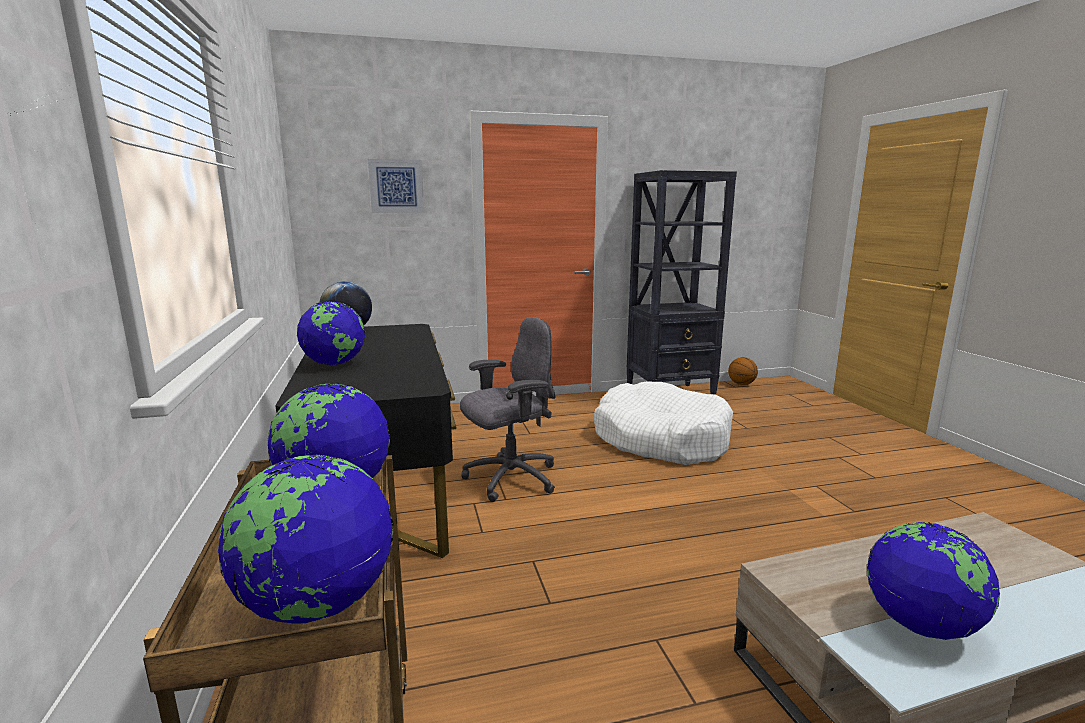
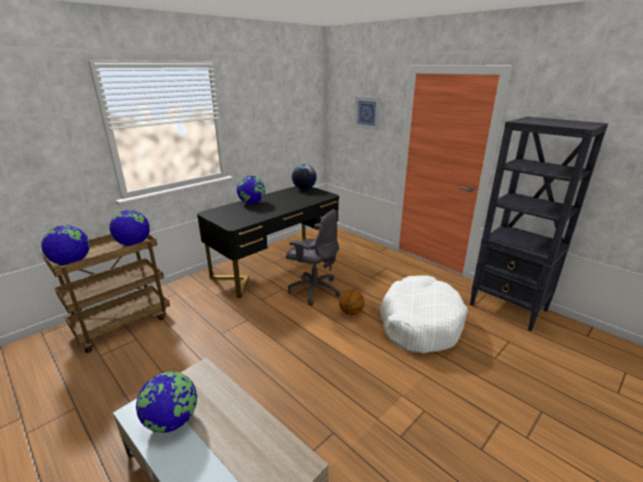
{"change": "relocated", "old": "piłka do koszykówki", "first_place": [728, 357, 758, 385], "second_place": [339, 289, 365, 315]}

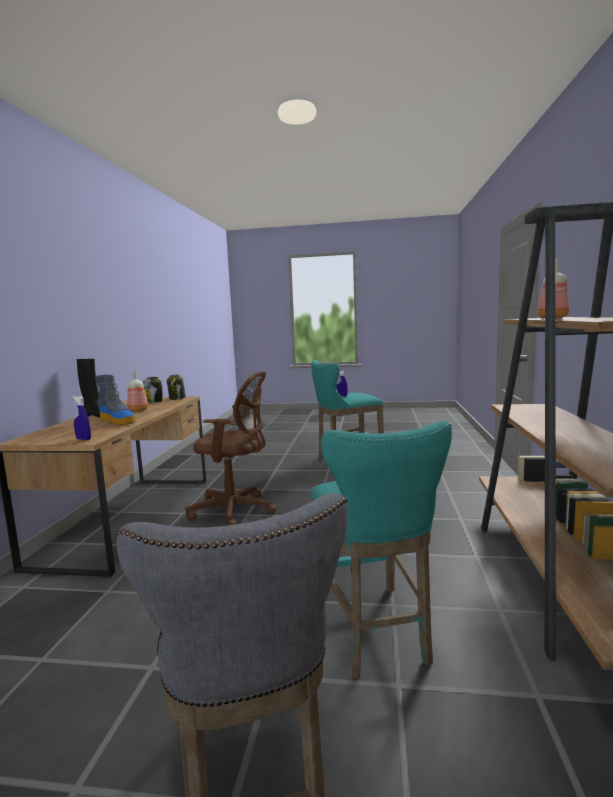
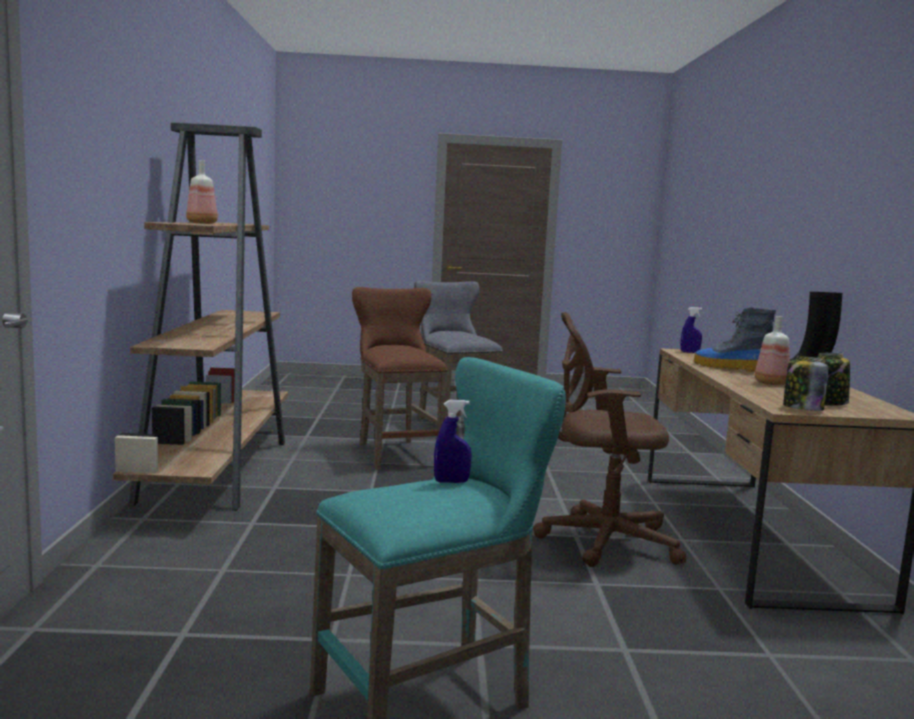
{"change": "colour", "old": "stołek/turkusowy", "new": "stołek/brązowy", "first_place": [310, 421, 452, 679], "second_place": [352, 287, 448, 470]}

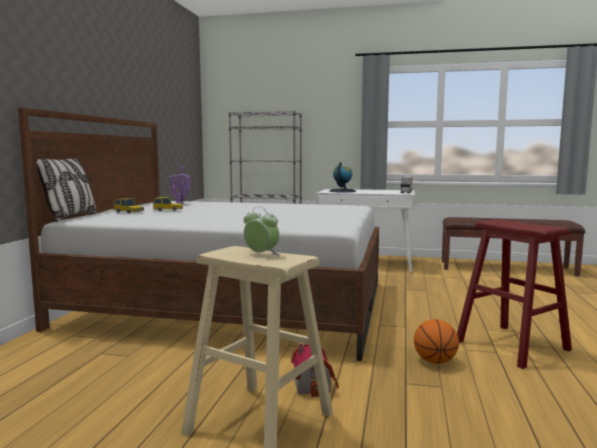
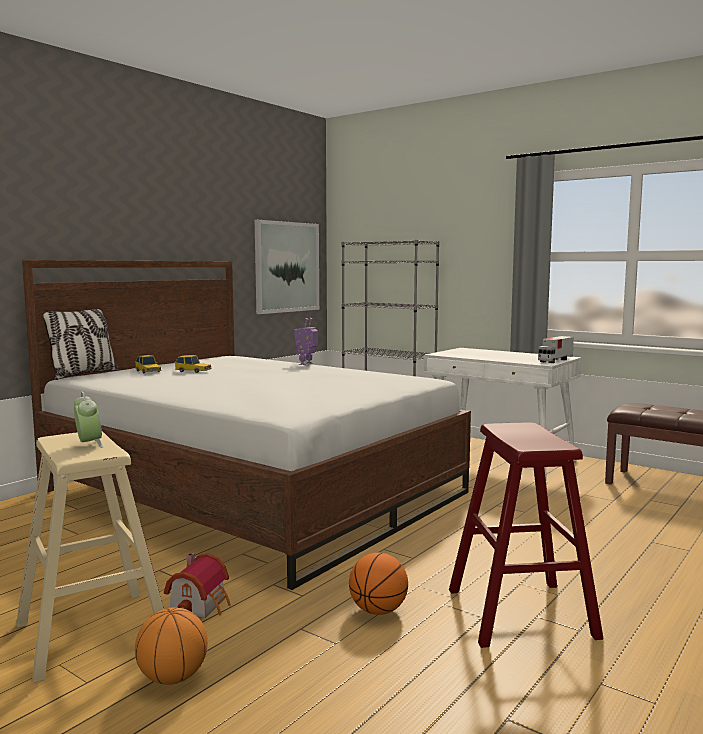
{"change": "missing", "old": "globus", "first_place": [329, 162, 356, 193]}
{"change": "relocated", "old": "robot zabawkowy", "first_place": [169, 166, 190, 205], "second_place": [294, 318, 318, 365]}
{"change": "appeared", "new": "obraz", "second_place": [255, 220, 319, 314]}
{"change": "appeared", "new": "piłka do koszykówki", "second_place": [135, 607, 208, 685]}

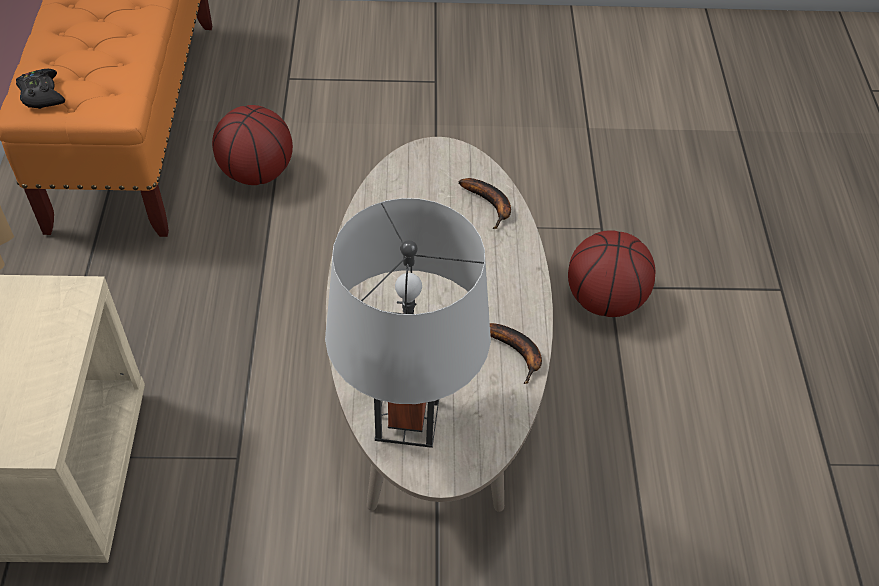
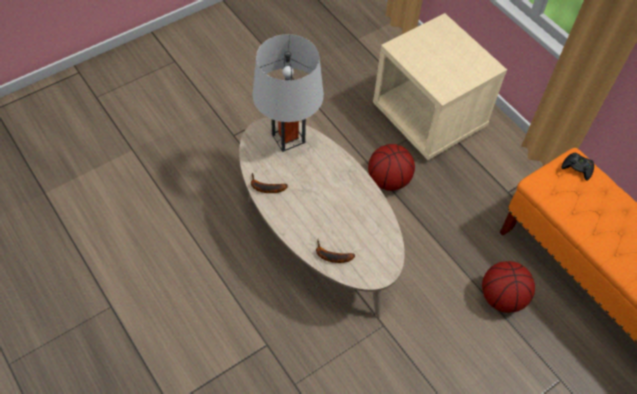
{"change": "relocated", "old": "piłka do koszykówki", "first_place": [568, 230, 655, 317], "second_place": [368, 144, 415, 191]}

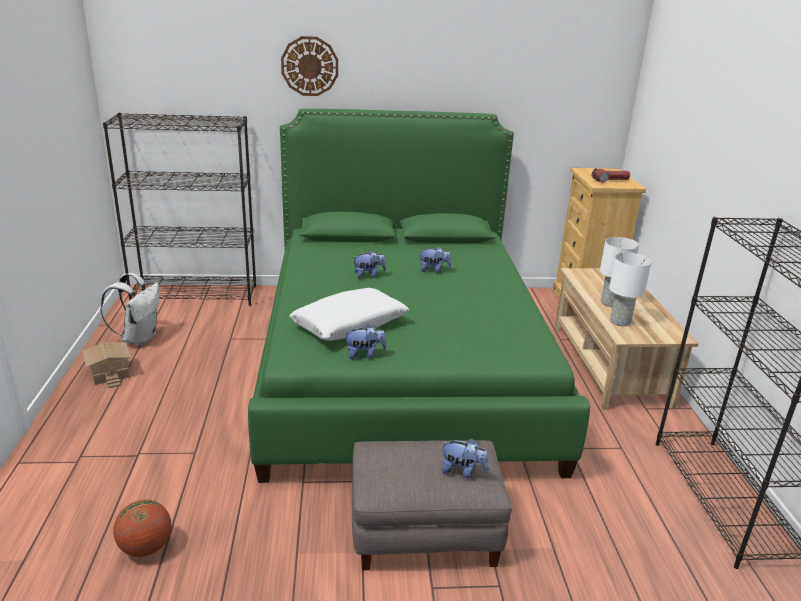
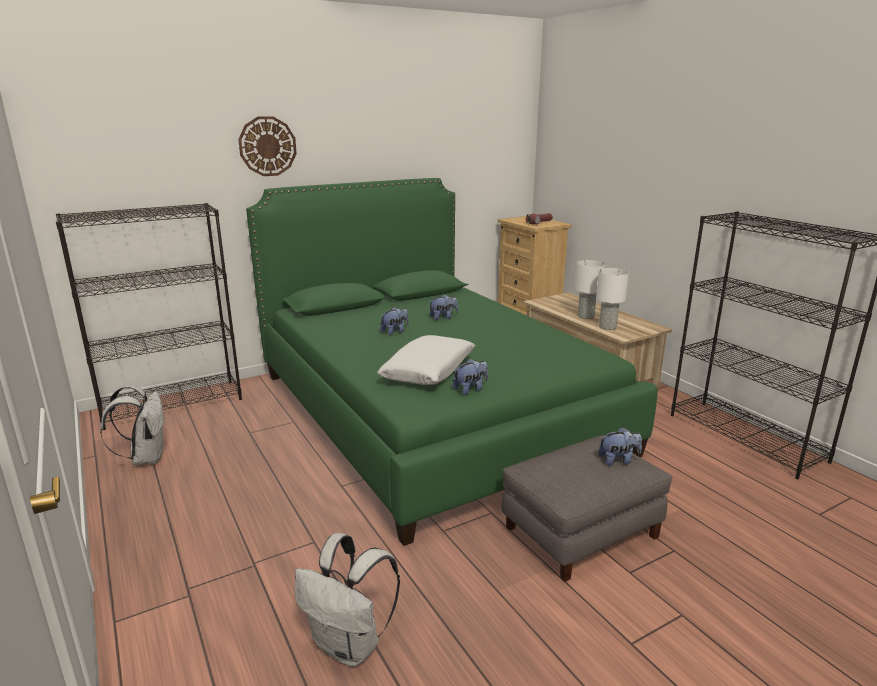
{"change": "missing", "old": "domek", "first_place": [82, 342, 131, 388]}
{"change": "exchanged", "old": "piłka do koszykówki", "new": "plecak/biały", "first_place": [113, 499, 171, 557], "second_place": [295, 533, 400, 667]}

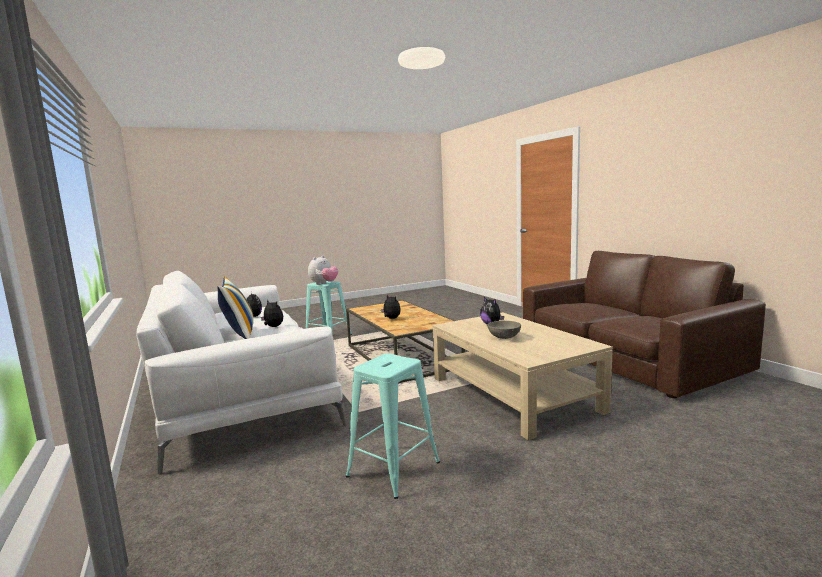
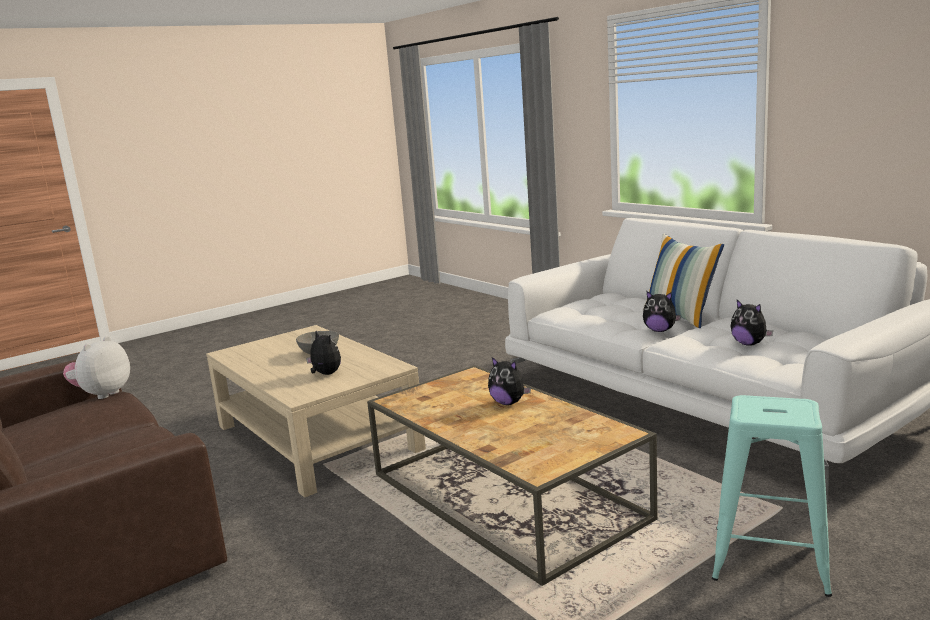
{"change": "relocated", "old": "pluszak", "first_place": [308, 256, 338, 285], "second_place": [63, 336, 130, 399]}
{"change": "missing", "old": "stołek/turkusowy", "first_place": [346, 353, 440, 499]}

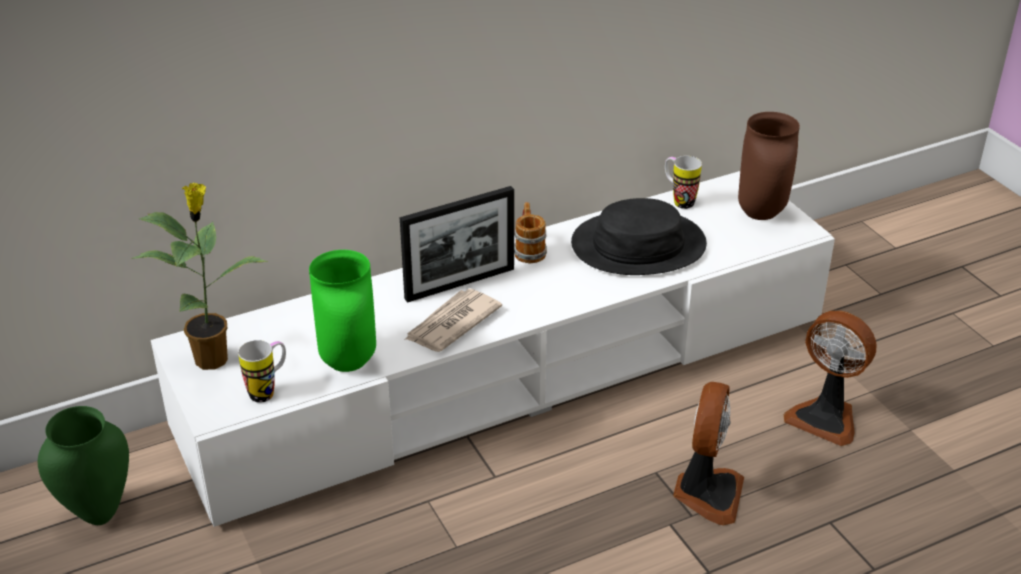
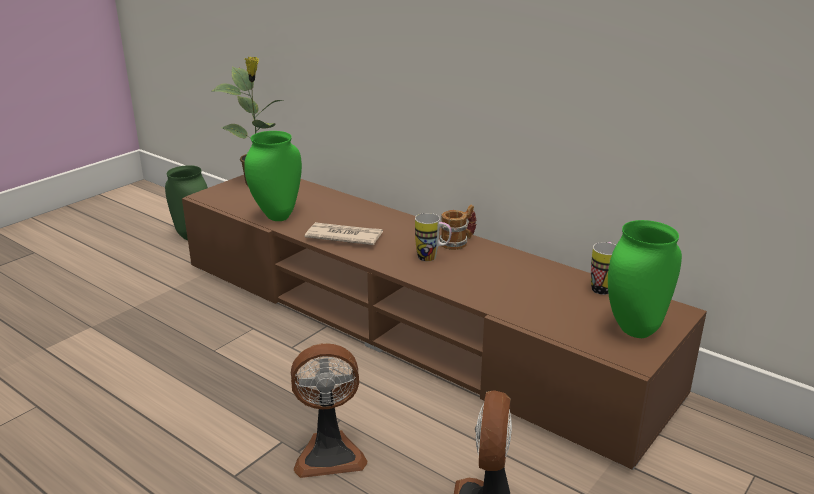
{"change": "colour", "old": "wazon/brązowy", "new": "wazon/zielony", "first_place": [738, 112, 800, 220], "second_place": [608, 220, 682, 338]}
{"change": "colour", "old": "szafka pod telewizor/biały", "new": "szafka pod telewizor/brązowy", "first_place": [151, 171, 835, 527], "second_place": [182, 175, 707, 470]}
{"change": "missing", "old": "ramka na zdjęcie", "first_place": [400, 186, 514, 303]}
{"change": "missing", "old": "kapelusz/czarny", "first_place": [571, 198, 707, 275]}
{"change": "relocated", "old": "kubek", "first_place": [238, 340, 286, 403], "second_place": [415, 213, 452, 261]}

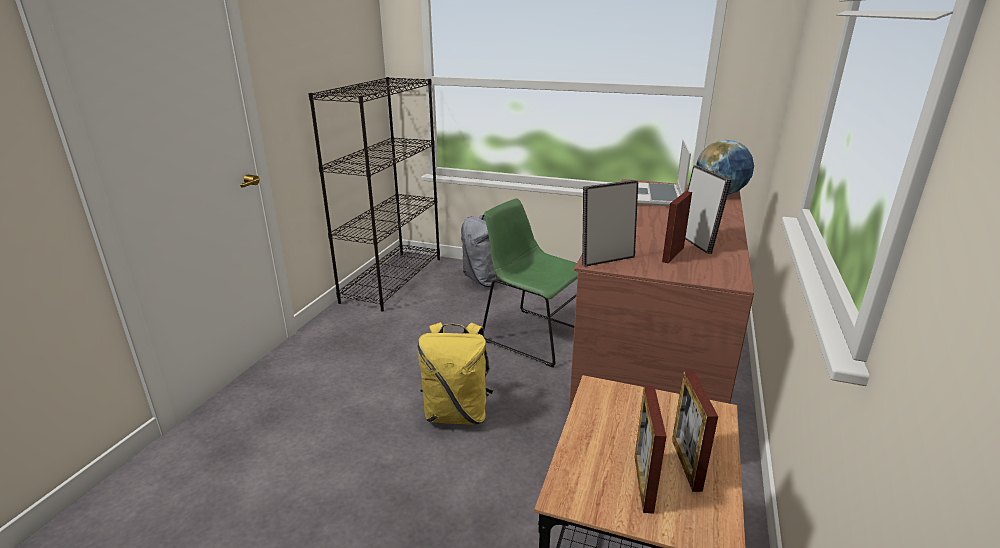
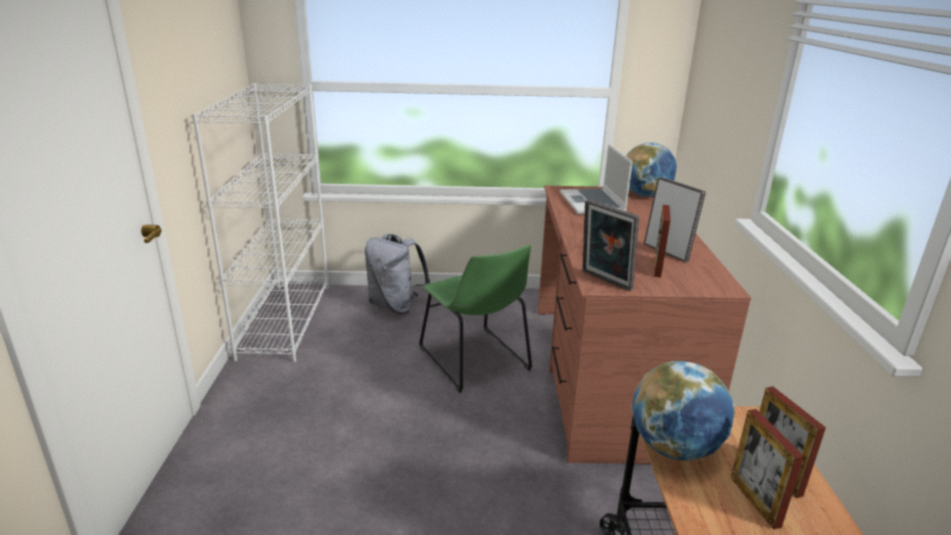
{"change": "colour", "old": "regał/czarny", "new": "regał/biały", "first_place": [308, 77, 440, 312], "second_place": [192, 83, 329, 362]}
{"change": "spun", "old": "ramka na zdjęcie", "first_place": [582, 180, 638, 266], "second_place": [582, 200, 639, 291], "degrees": -90}
{"change": "spun", "old": "krzesło/zielony", "first_place": [483, 198, 578, 368], "second_place": [419, 244, 532, 393], "degrees": -135}
{"change": "missing", "old": "plecak/żółty", "first_place": [417, 322, 493, 425]}
{"change": "appeared", "new": "globus", "second_place": [632, 361, 735, 461]}

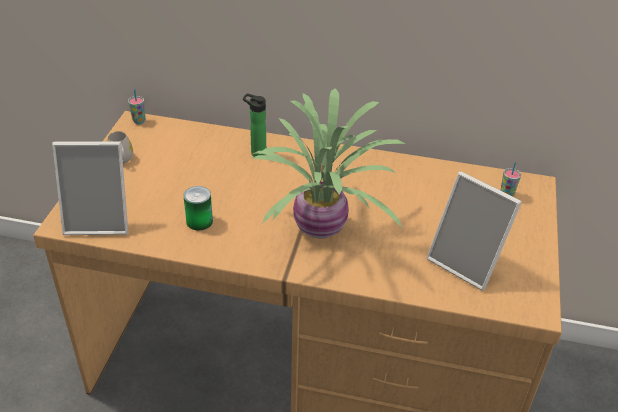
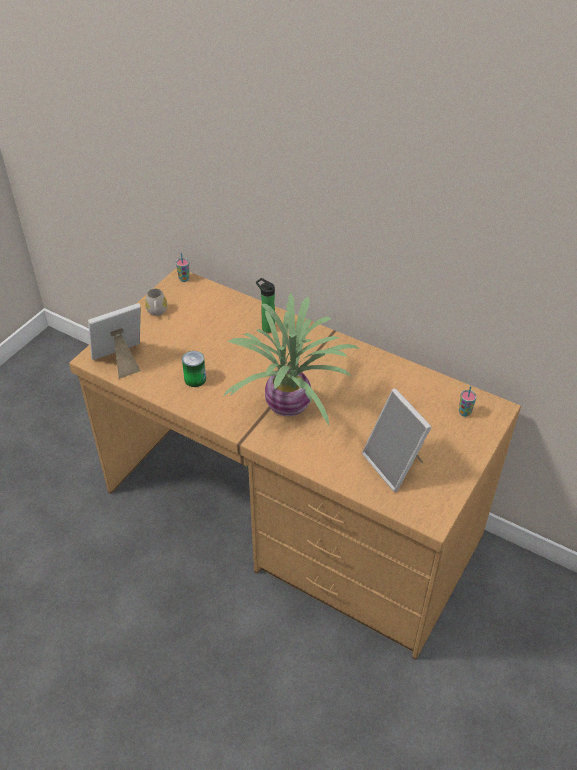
{"change": "spun", "old": "ramka na zdjęcie", "first_place": [52, 141, 128, 235], "second_place": [88, 303, 141, 379], "degrees": 135}

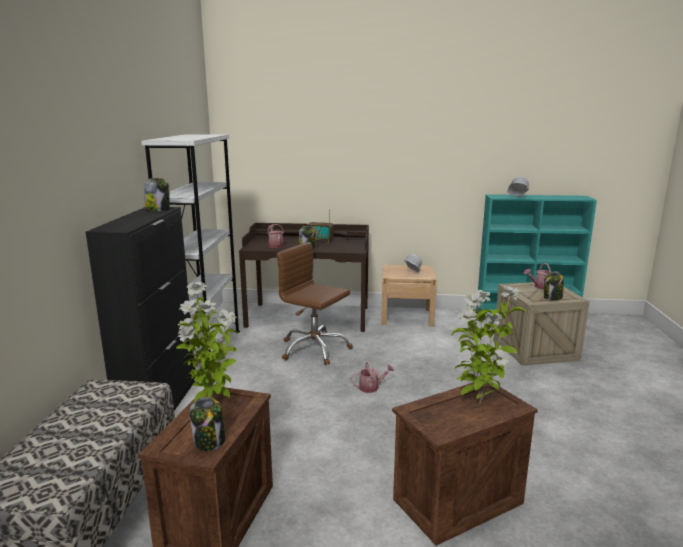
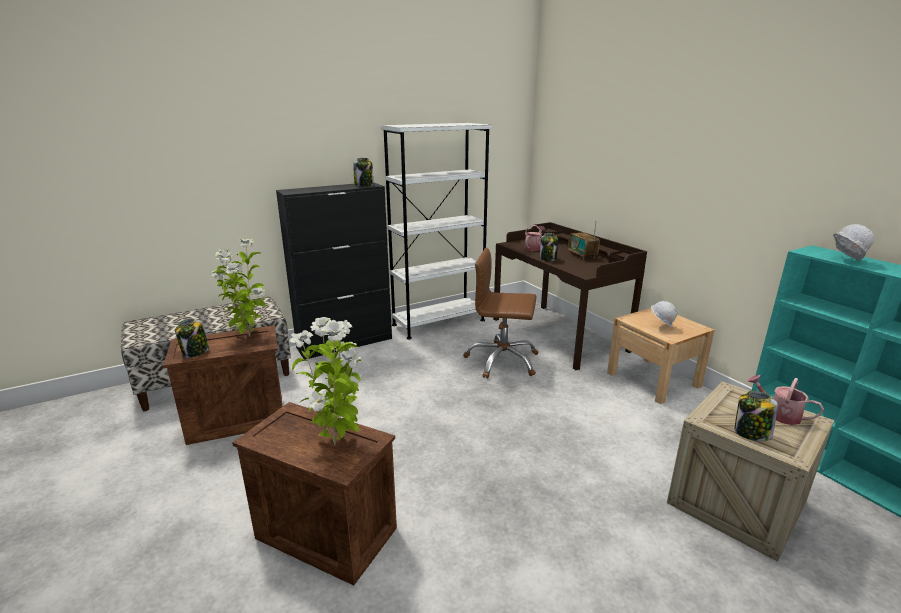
{"change": "spun", "old": "krzesło biurowe/brązowy", "first_place": [277, 242, 353, 365], "second_place": [463, 248, 539, 378], "degrees": -75}
{"change": "missing", "old": "konewka", "first_place": [350, 361, 394, 393]}

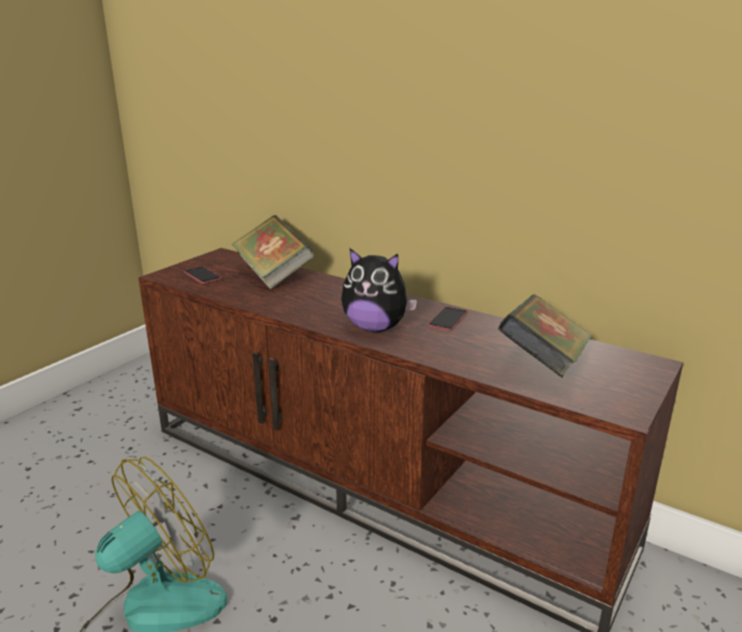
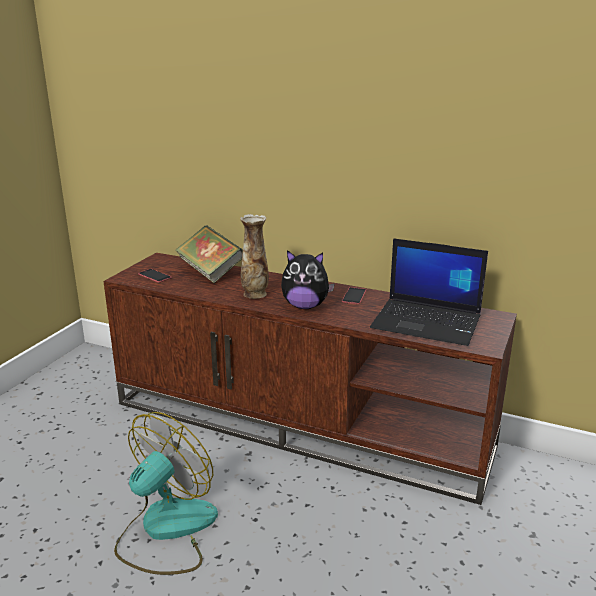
{"change": "exchanged", "old": "książka", "new": "laptop", "first_place": [498, 295, 592, 378], "second_place": [370, 238, 488, 346]}
{"change": "appeared", "new": "wazon", "second_place": [240, 214, 269, 299]}

